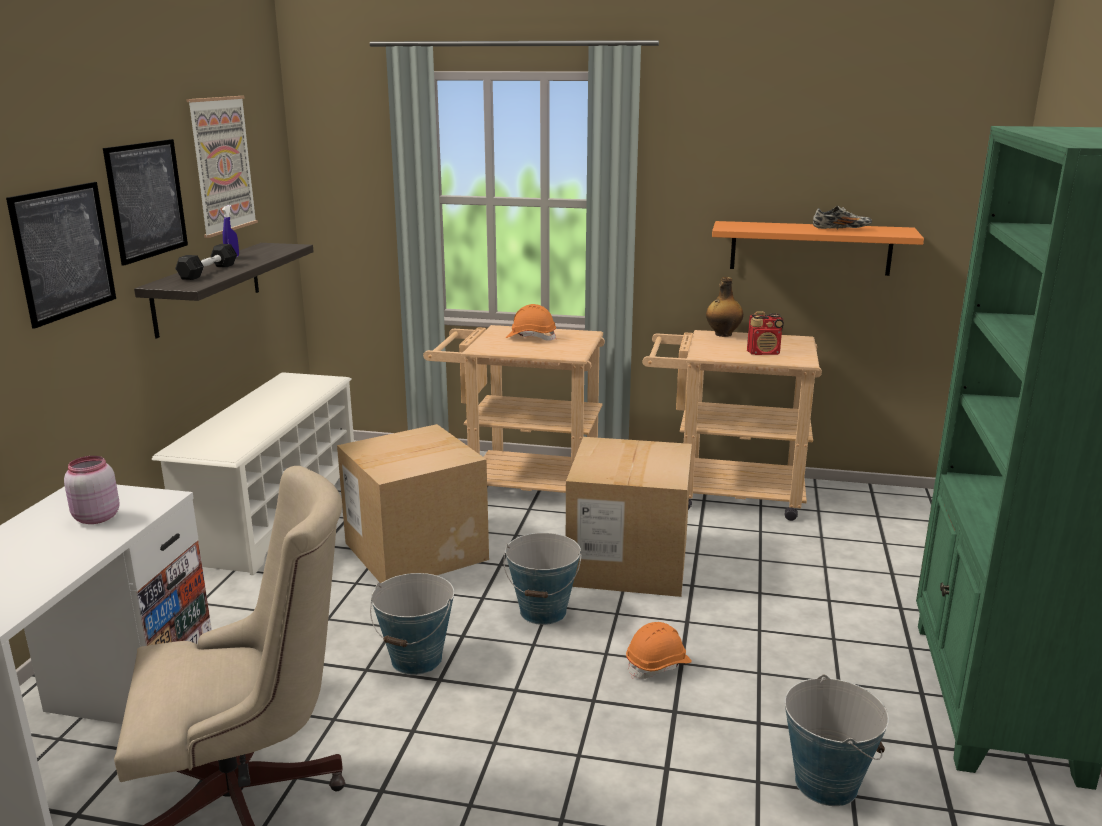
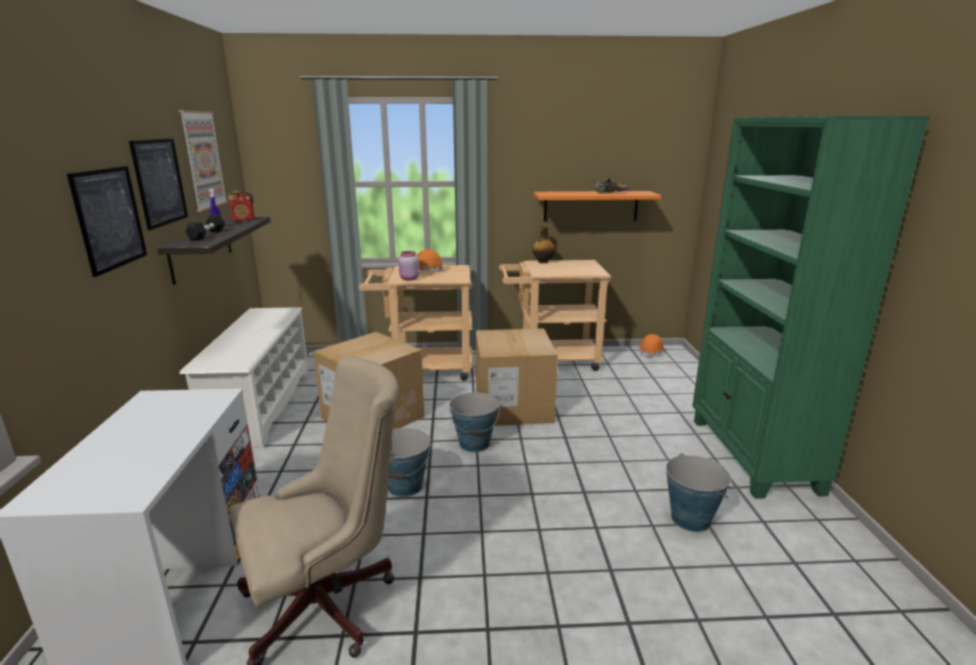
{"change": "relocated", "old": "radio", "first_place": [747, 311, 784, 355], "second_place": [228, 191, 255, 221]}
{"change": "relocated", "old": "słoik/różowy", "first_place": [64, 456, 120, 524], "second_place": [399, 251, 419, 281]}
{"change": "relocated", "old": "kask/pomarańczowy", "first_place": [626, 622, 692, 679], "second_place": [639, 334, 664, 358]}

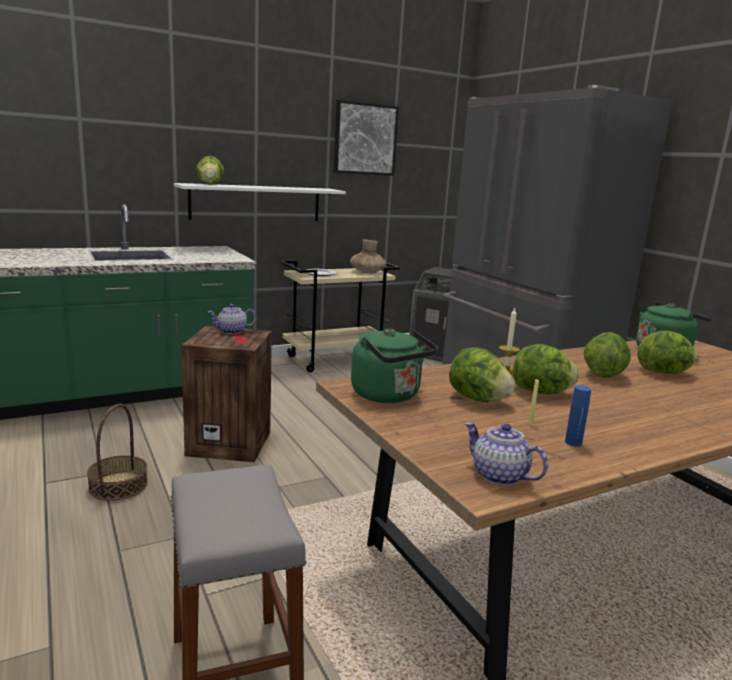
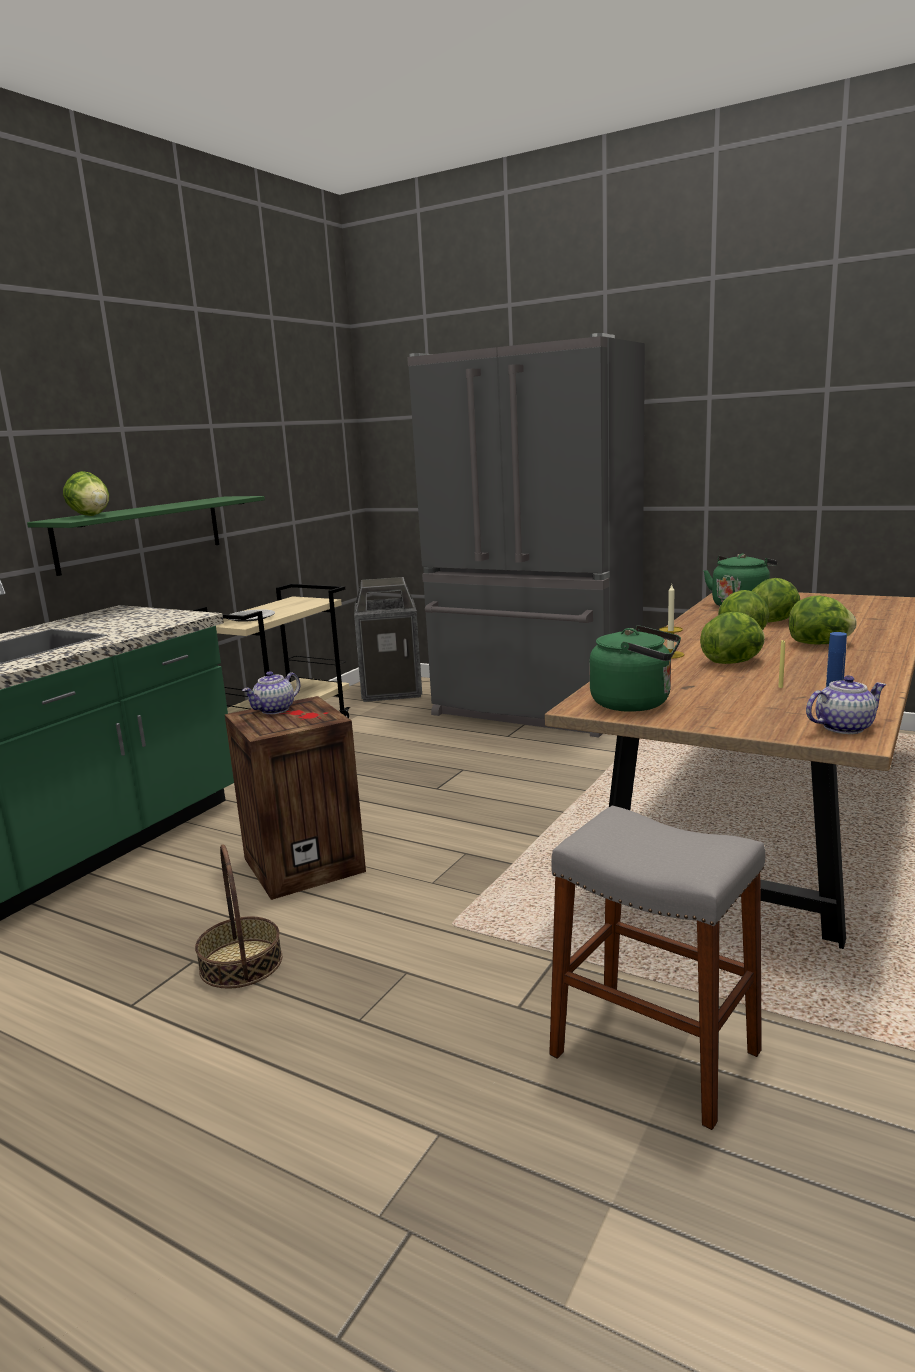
{"change": "missing", "old": "obraz", "first_place": [334, 100, 399, 176]}
{"change": "colour", "old": "półka/biały", "new": "półka/zielony", "first_place": [174, 183, 346, 221], "second_place": [27, 496, 265, 576]}
{"change": "missing", "old": "wazon/brązowy", "first_place": [350, 239, 387, 274]}
{"change": "relocated", "old": "sałata", "first_place": [449, 347, 515, 402], "second_place": [789, 595, 857, 644]}
{"change": "spun", "old": "imbryk", "first_place": [465, 422, 548, 486], "second_place": [806, 676, 887, 734], "degrees": 150}

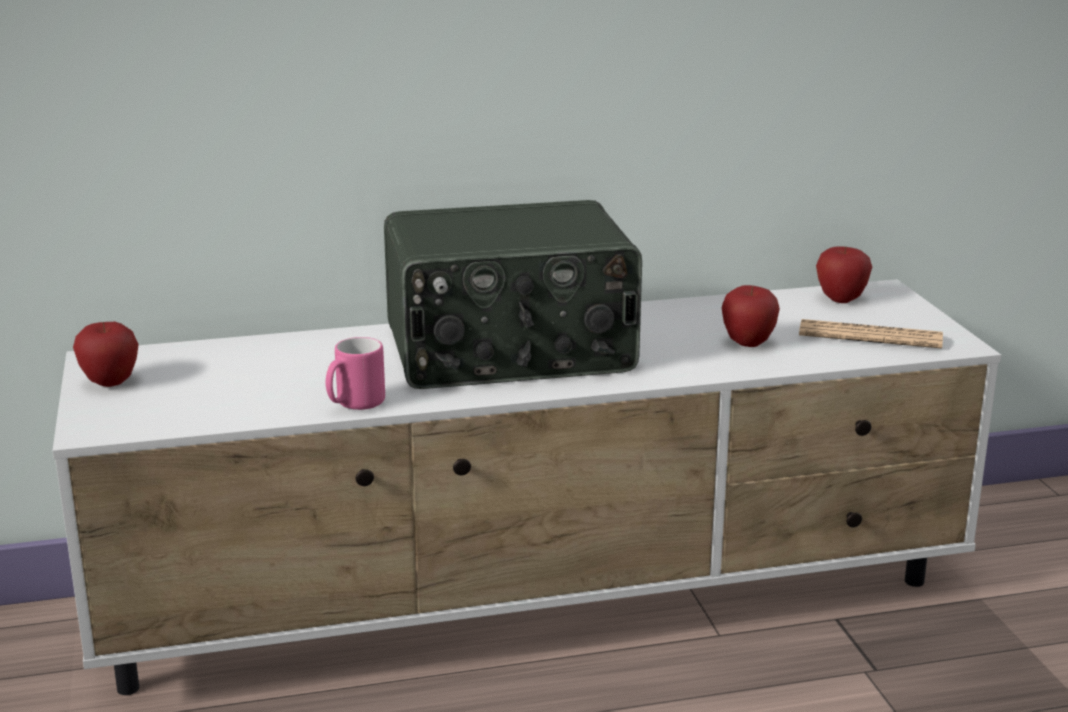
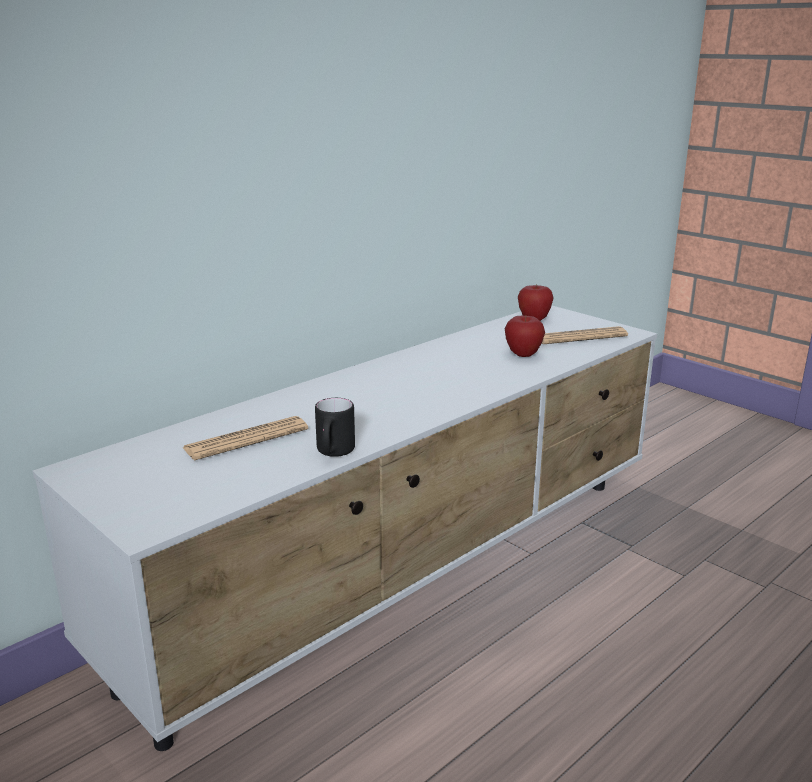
{"change": "missing", "old": "radio", "first_place": [384, 200, 642, 389]}
{"change": "missing", "old": "jabłko", "first_place": [73, 322, 139, 387]}
{"change": "colour", "old": "kubek/różowy", "new": "kubek/czarny", "first_place": [325, 337, 385, 410], "second_place": [315, 398, 355, 457]}
{"change": "appeared", "new": "gazeta", "second_place": [183, 416, 308, 460]}

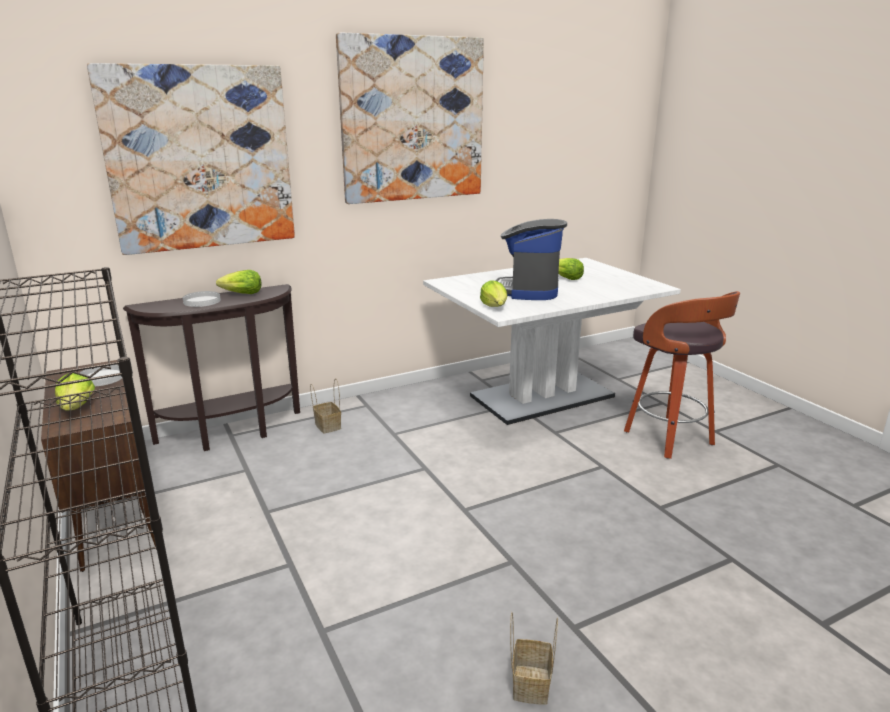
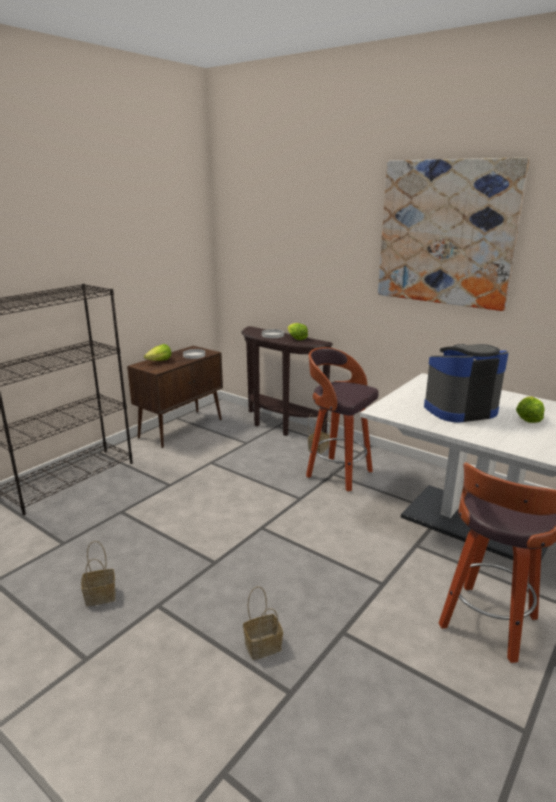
{"change": "missing", "old": "obraz", "first_place": [87, 63, 295, 255]}
{"change": "missing", "old": "sałata", "first_place": [480, 280, 507, 307]}
{"change": "appeared", "new": "stołek", "second_place": [306, 347, 378, 492]}
{"change": "appeared", "new": "koszyk", "second_place": [243, 586, 283, 660]}

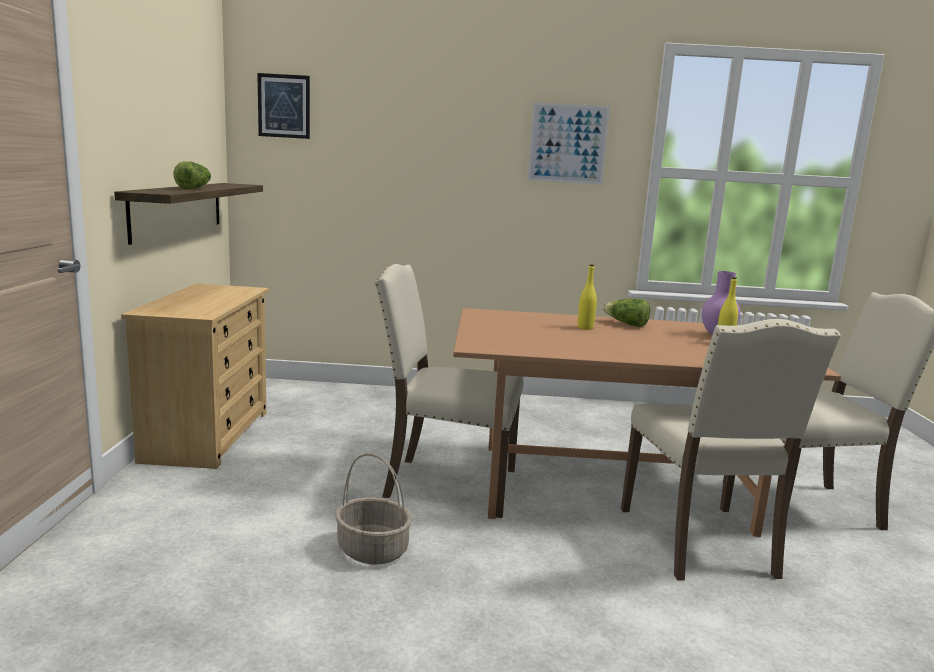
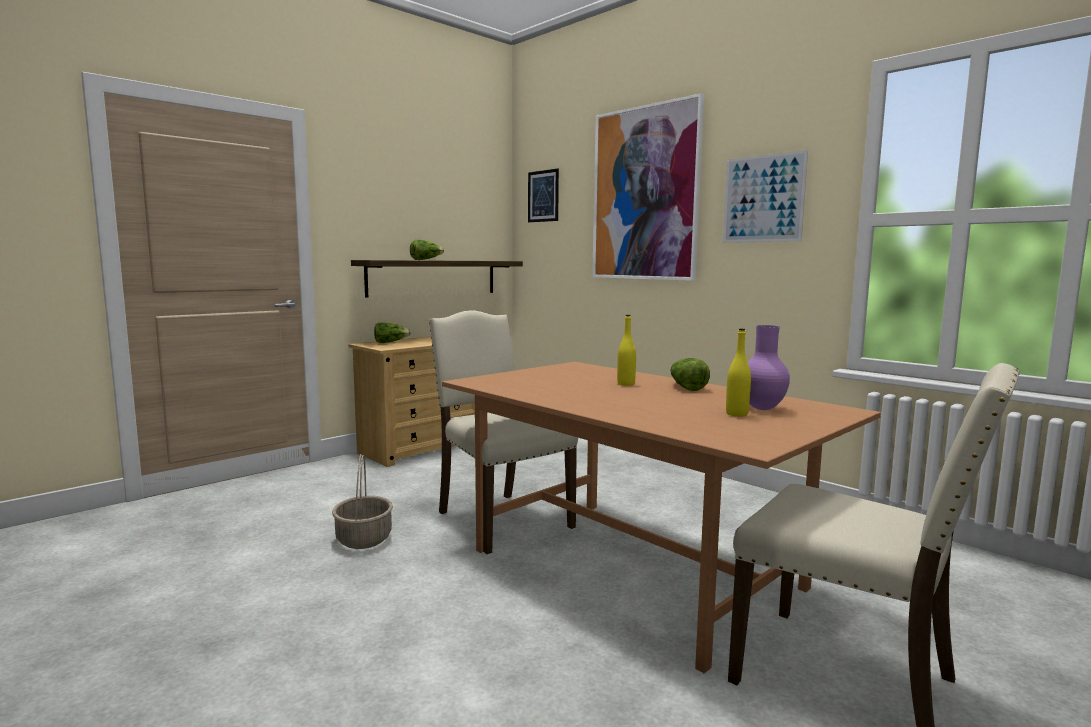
{"change": "missing", "old": "krzesło/beżowy", "first_place": [621, 319, 841, 581]}
{"change": "appeared", "new": "obraz", "second_place": [592, 93, 704, 281]}
{"change": "appeared", "new": "sałata", "second_place": [374, 323, 411, 343]}

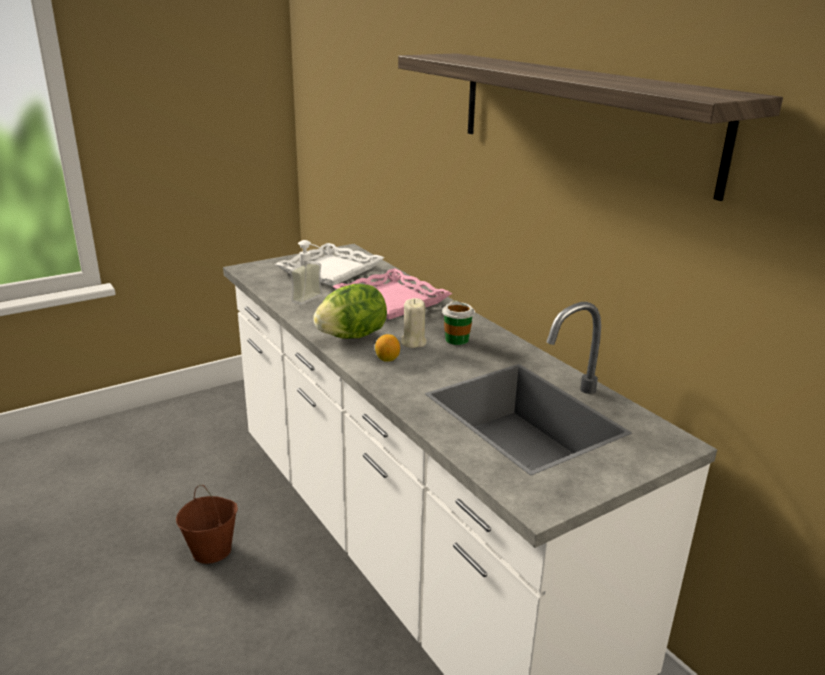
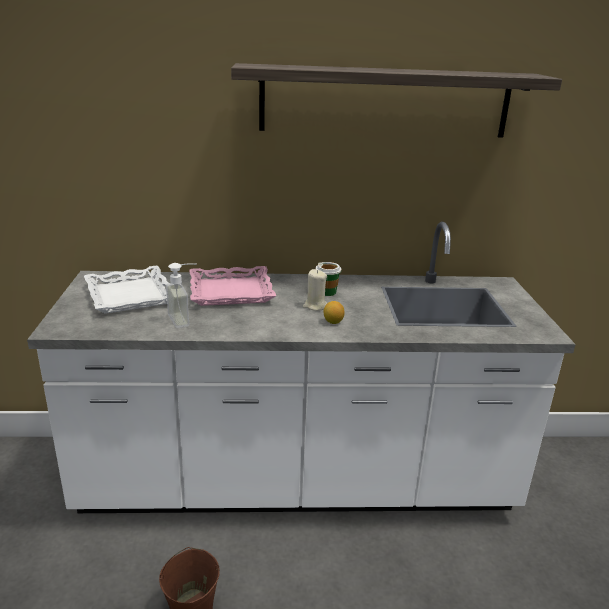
{"change": "missing", "old": "sałata", "first_place": [313, 284, 387, 339]}

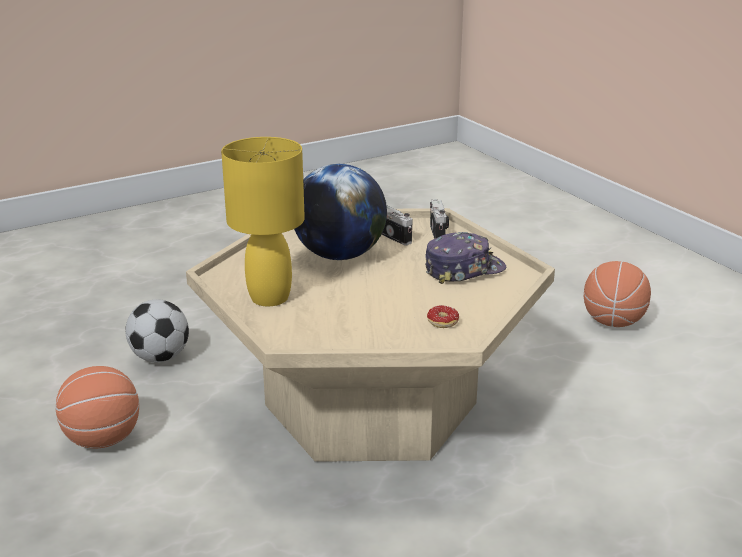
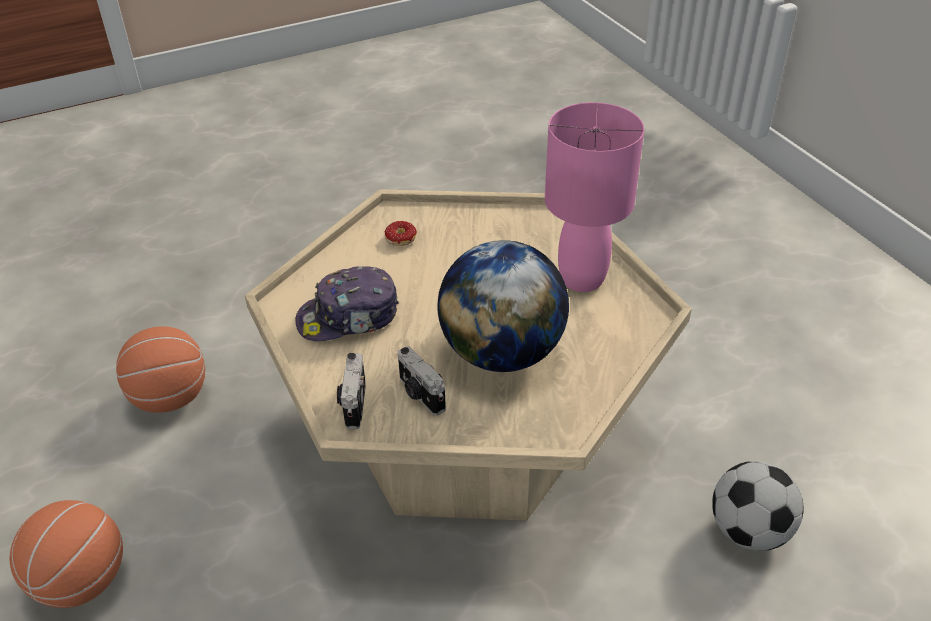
{"change": "colour", "old": "lampa stołowa/żółty", "new": "lampa stołowa/różowy", "first_place": [221, 137, 305, 306], "second_place": [545, 102, 644, 292]}
{"change": "relocated", "old": "piłka do koszykówki", "first_place": [56, 366, 139, 449], "second_place": [116, 326, 205, 413]}

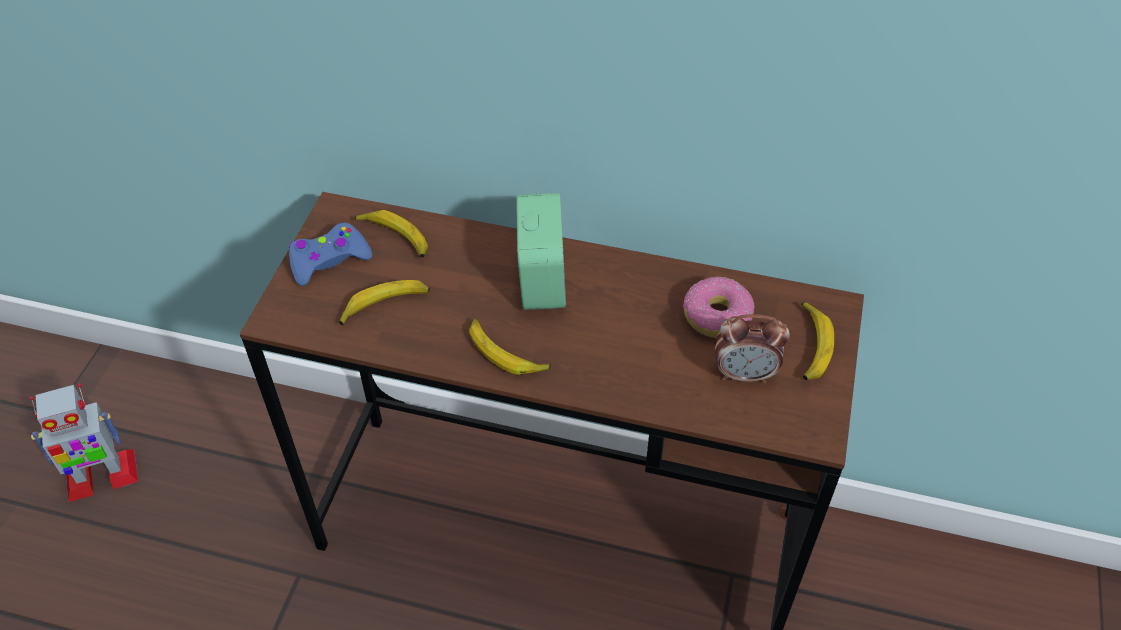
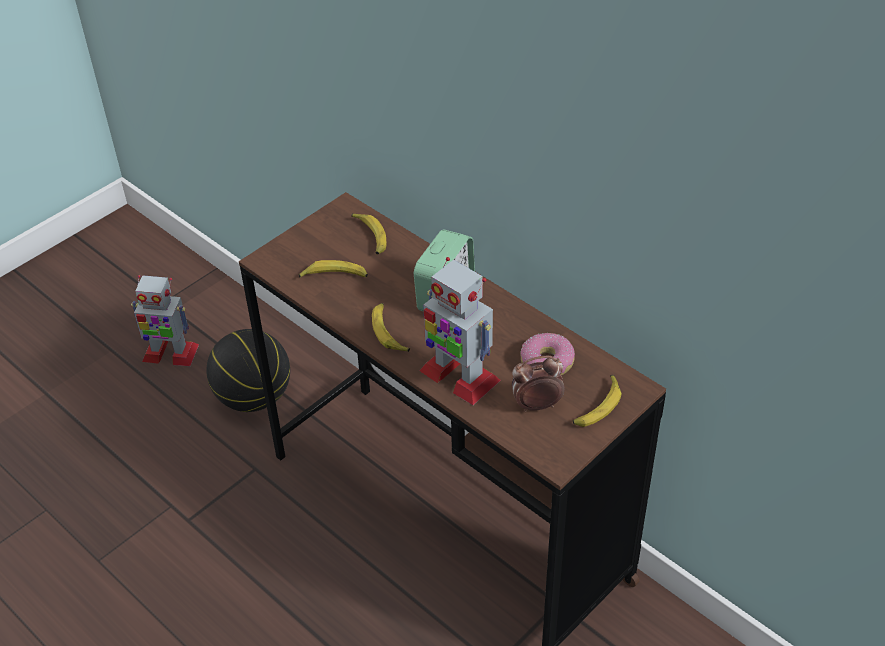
{"change": "missing", "old": "pad do gier/niebieski", "first_place": [289, 223, 372, 286]}
{"change": "spun", "old": "budzik", "first_place": [715, 314, 790, 383], "second_place": [512, 356, 565, 412], "degrees": 135}
{"change": "appeared", "new": "robot zabawkowy", "second_place": [419, 257, 501, 405]}
{"change": "appeared", "new": "piłka do koszykówki", "second_place": [207, 329, 290, 412]}

